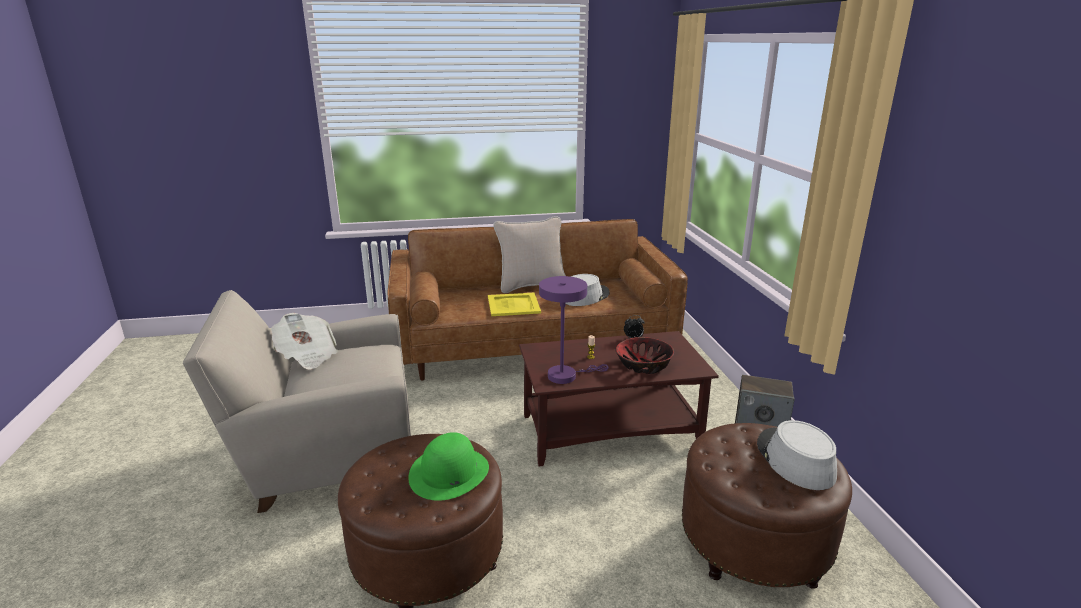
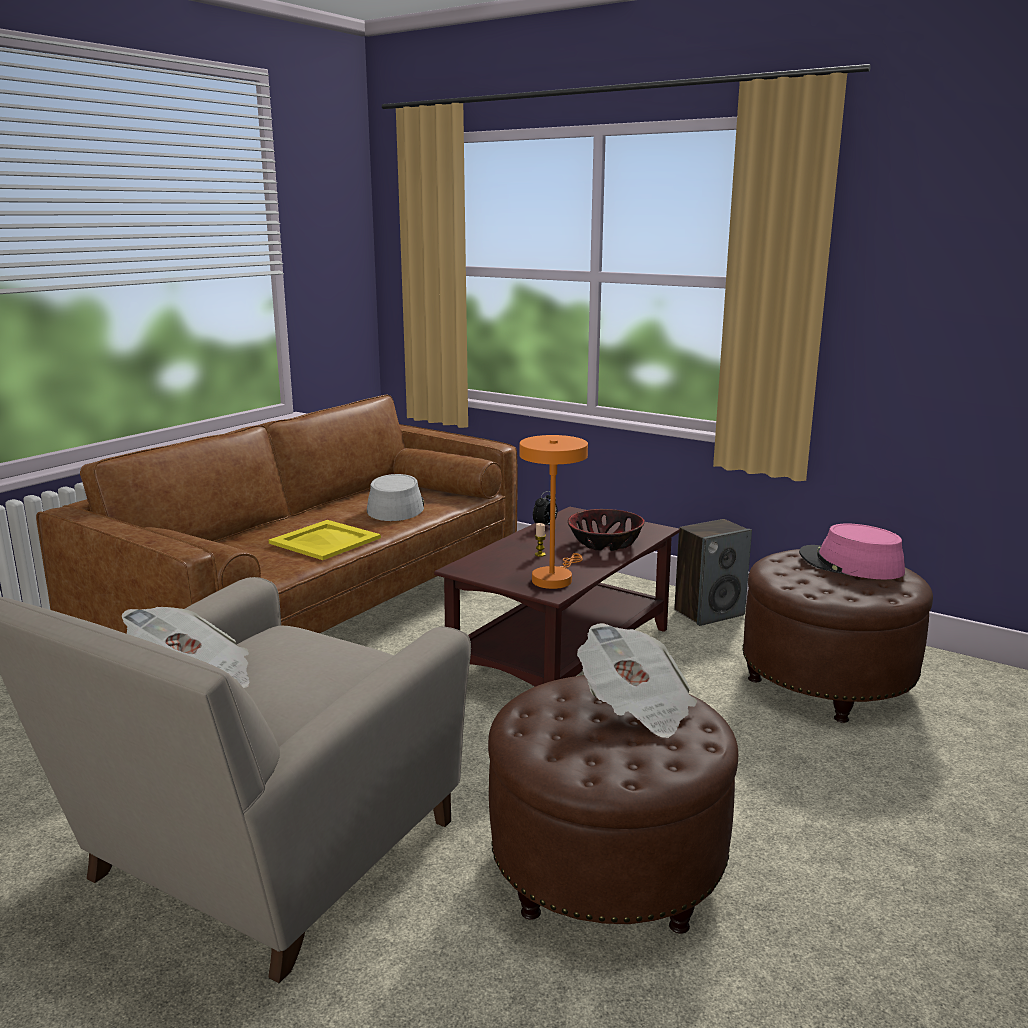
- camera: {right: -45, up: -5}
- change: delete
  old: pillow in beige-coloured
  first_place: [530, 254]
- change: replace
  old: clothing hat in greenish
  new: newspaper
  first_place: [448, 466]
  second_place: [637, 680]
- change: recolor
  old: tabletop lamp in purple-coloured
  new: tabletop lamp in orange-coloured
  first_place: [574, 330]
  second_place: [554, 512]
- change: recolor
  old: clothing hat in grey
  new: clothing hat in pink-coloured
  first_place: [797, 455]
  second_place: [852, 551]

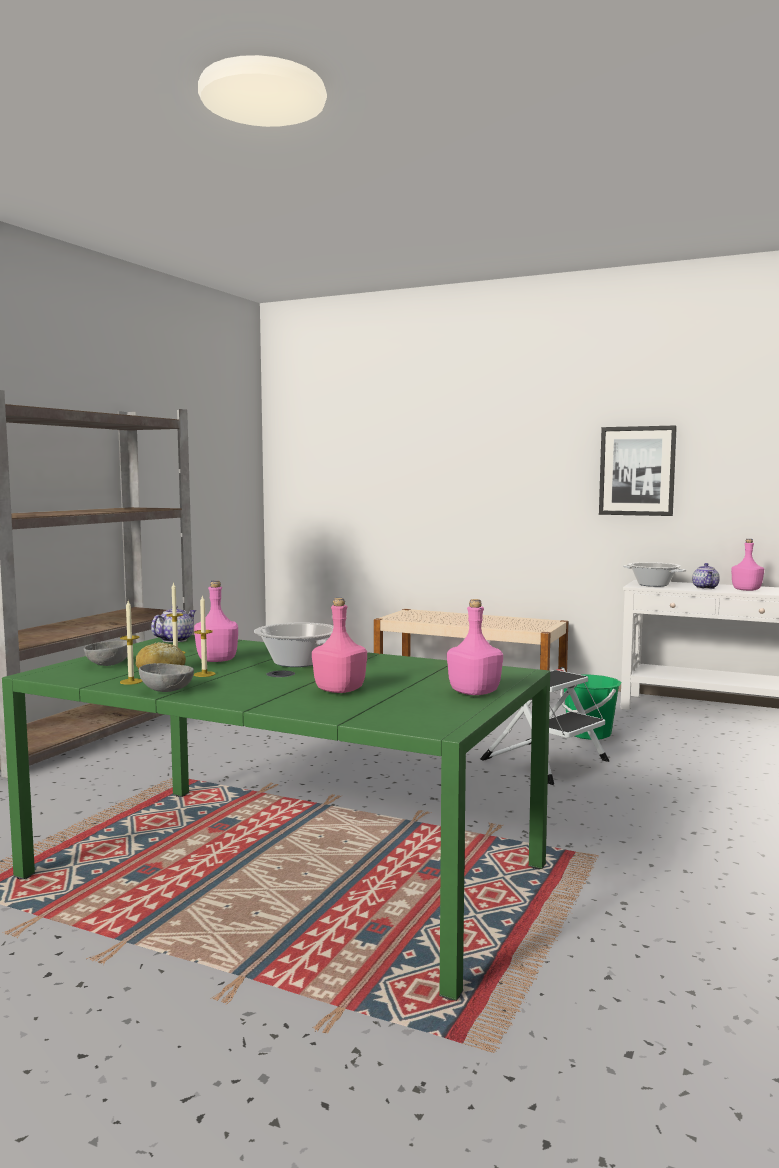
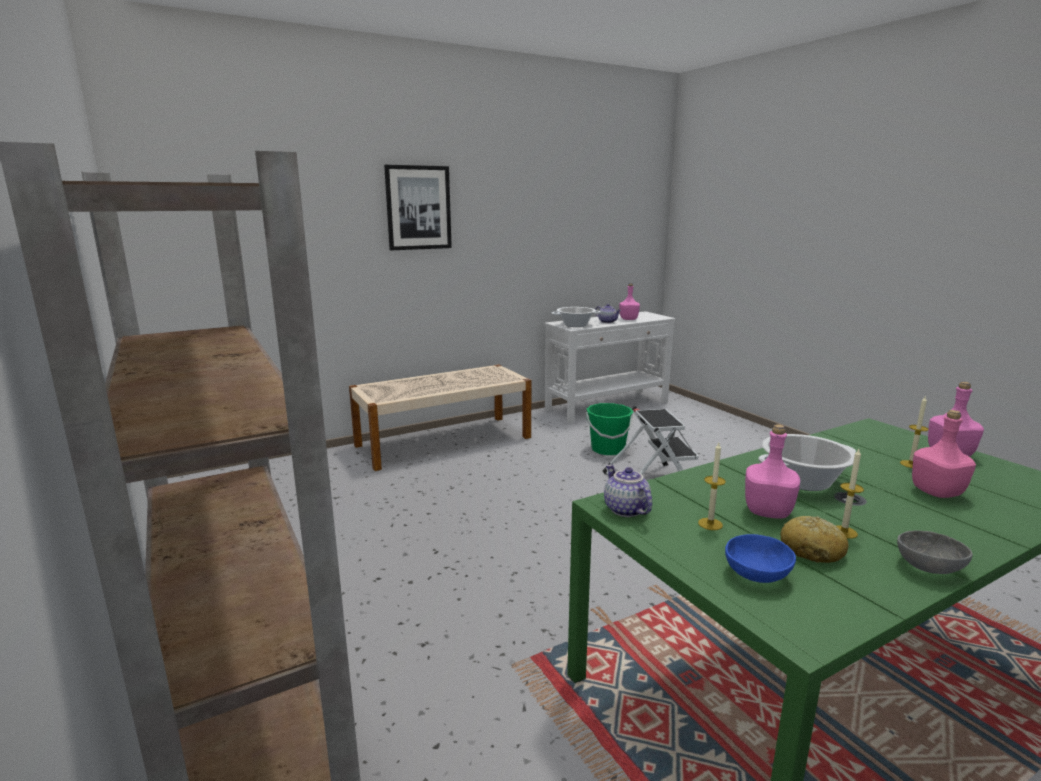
- camera: {right: -55, up: 10}
- change: move
  old: wax light
  first_place: [131, 643]
  second_place: [914, 432]
- change: move
  old: wall picture
  first_place: [638, 470]
  second_place: [418, 207]
- change: recolor
  old: serving bowl in grey
  new: serving bowl in bluish
  first_place: [106, 653]
  second_place: [760, 558]

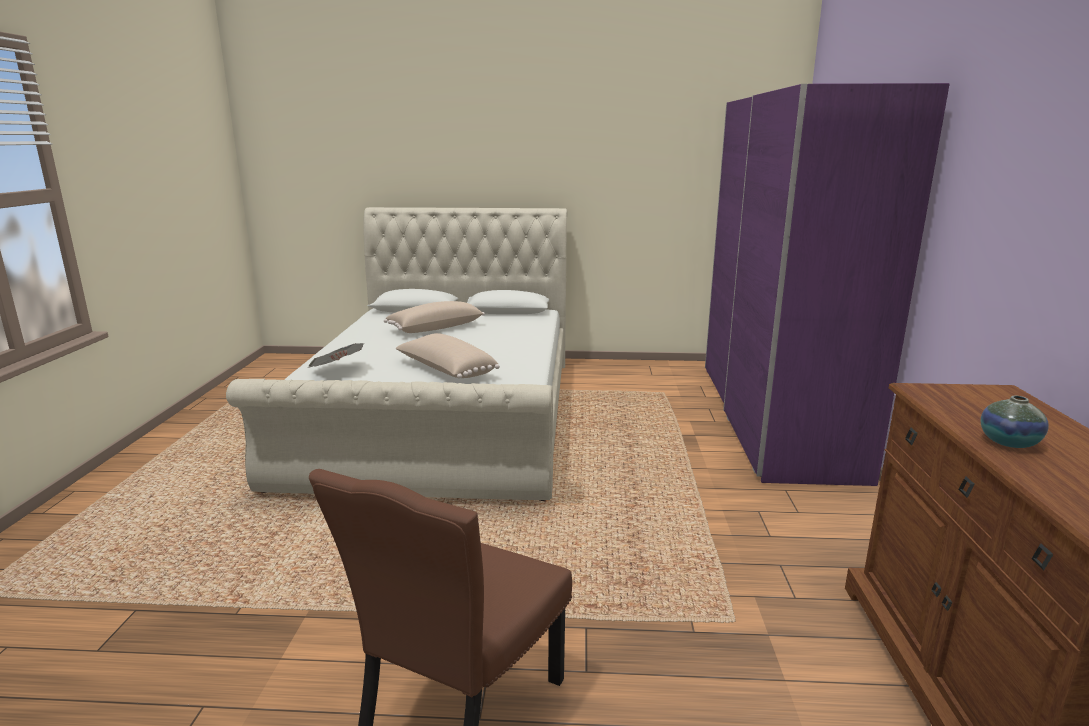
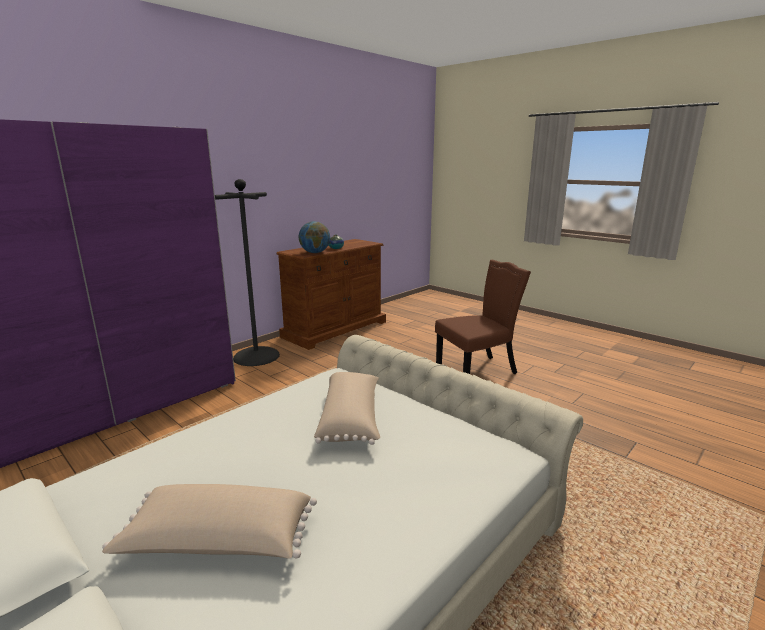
- camera: {right: -140, up: 0}
- change: delete
  old: newspaper
  first_place: [336, 355]
- change: insert
  new: clothes rack in black
  second_place: [247, 272]
- change: insert
  new: globe
  second_place: [314, 237]

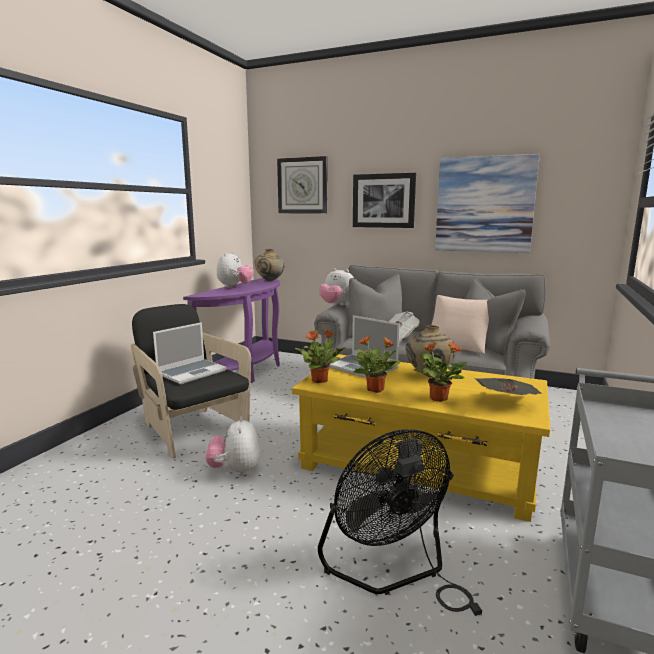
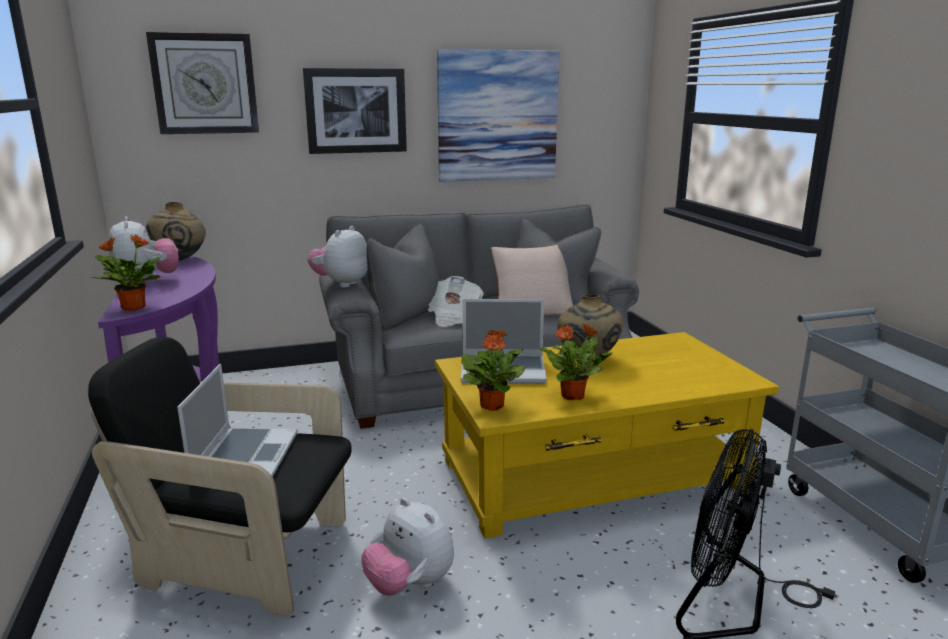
- camera: {right: -40, up: 5}
- change: delete
  old: newspaper
  first_place: [508, 386]
- change: move
  old: plant in a pot
  first_place: [441, 371]
  second_place: [126, 272]
- change: rotate
  old: cuddly toy
  first_place: [336, 287]
  second_place: [338, 257]
  degrees: 120

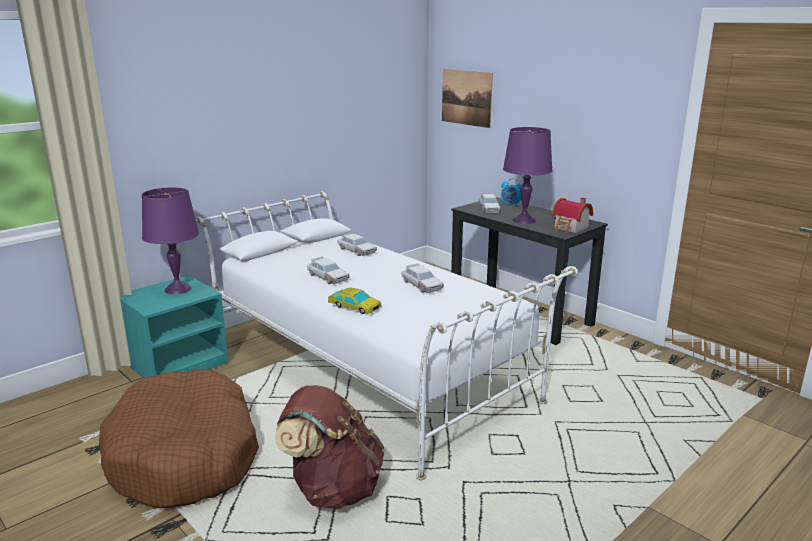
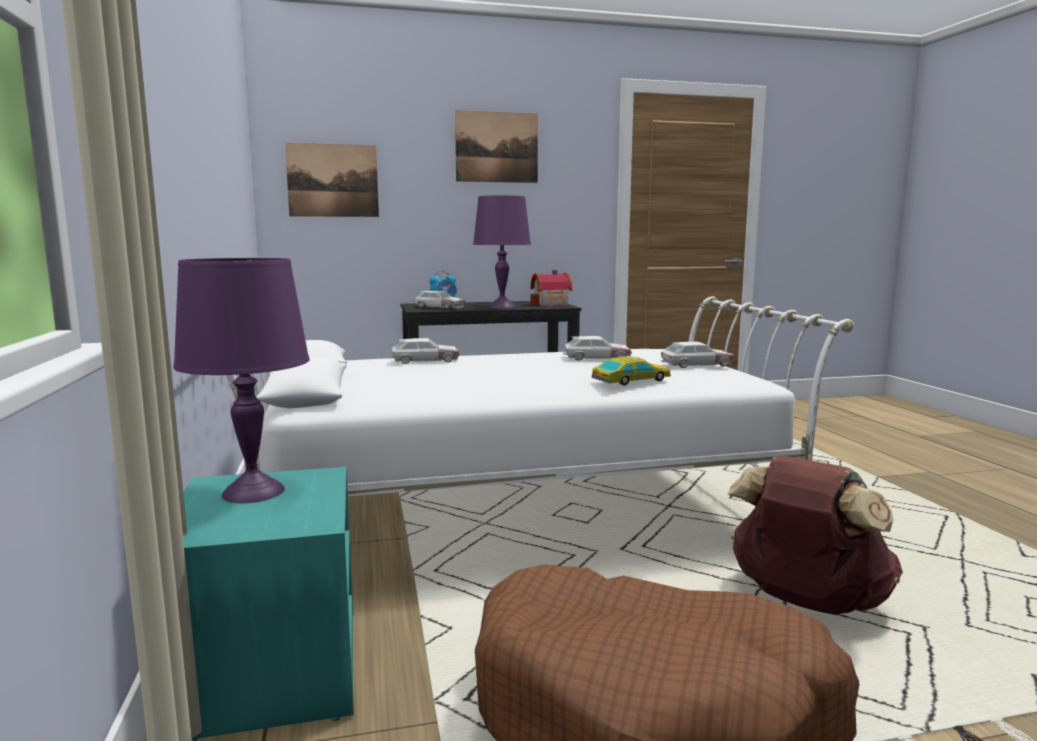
- camera: {right: -60, up: -10}
- change: insert
  new: wall picture
  second_place: [496, 146]
- change: move
  old: model car
  first_place: [328, 271]
  second_place: [698, 355]

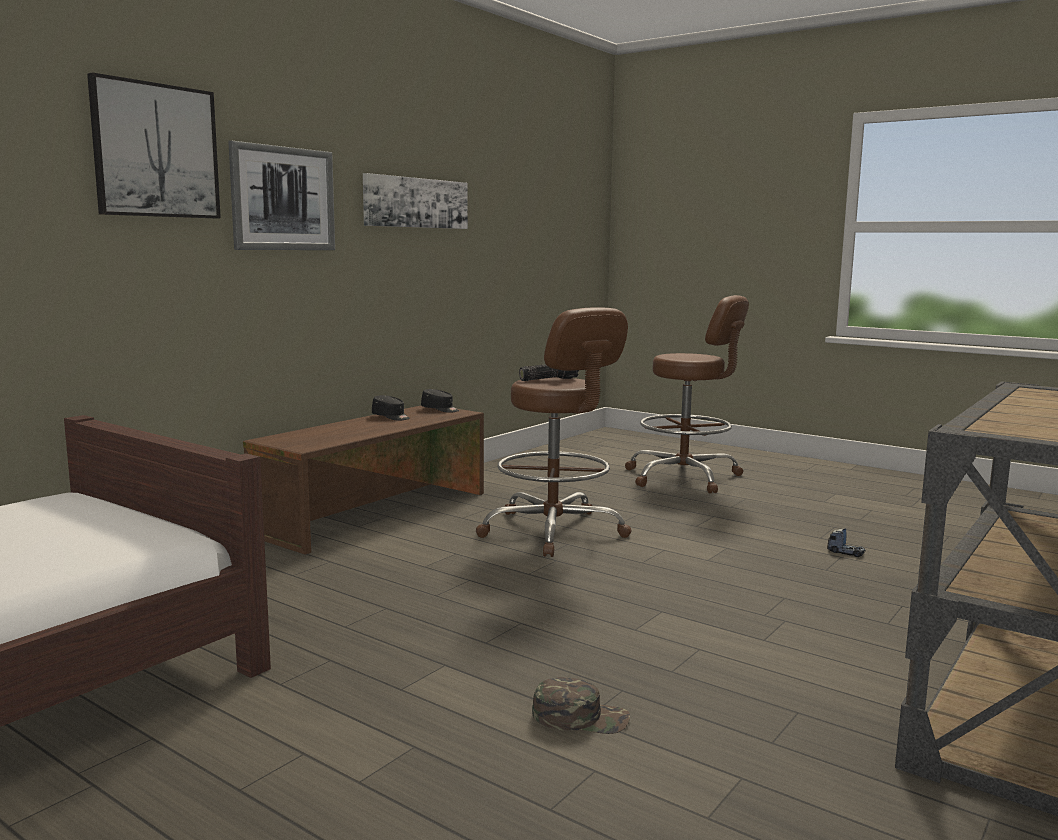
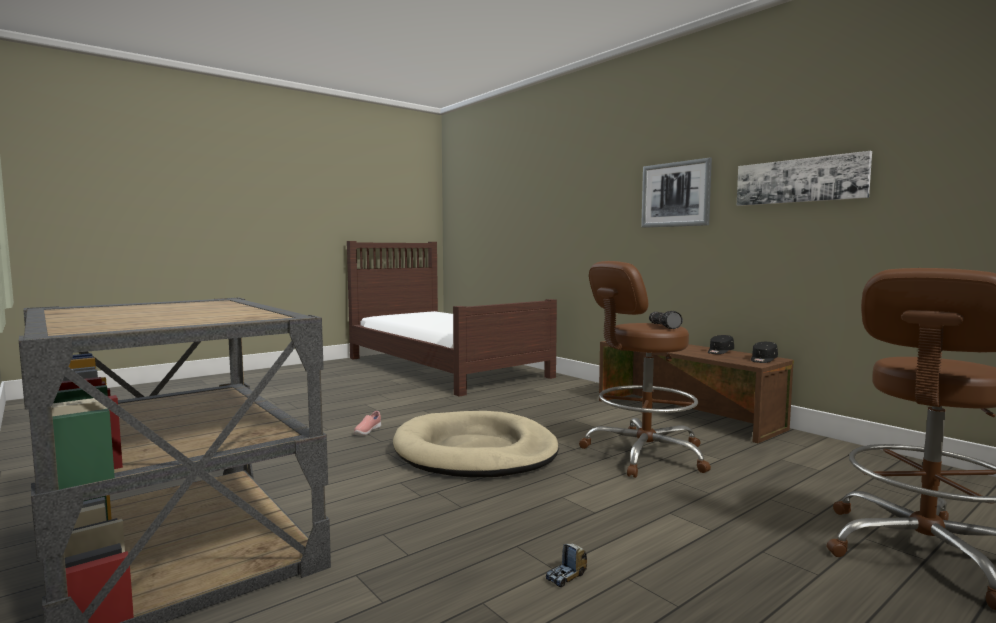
- camera: {right: 105, up: -5}
- change: delete
  old: wall picture
  first_place: [154, 145]
- change: insert
  new: pet bed in beige-coloured
  second_place: [476, 444]
- change: replace
  old: cap in greenish
  new: low shoe in pink-coloured
  first_place: [581, 705]
  second_place: [367, 423]

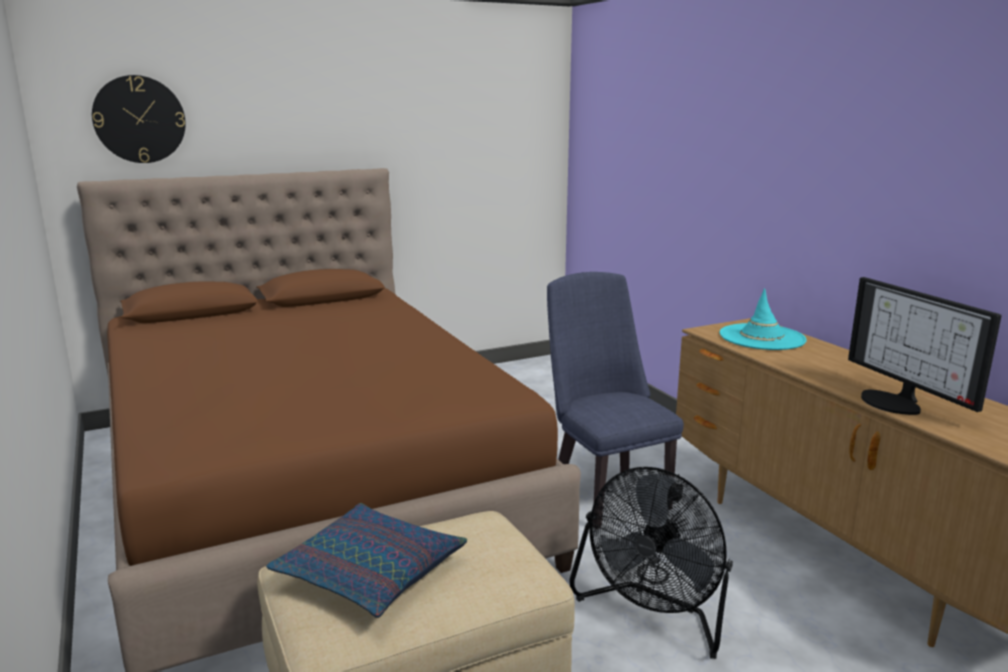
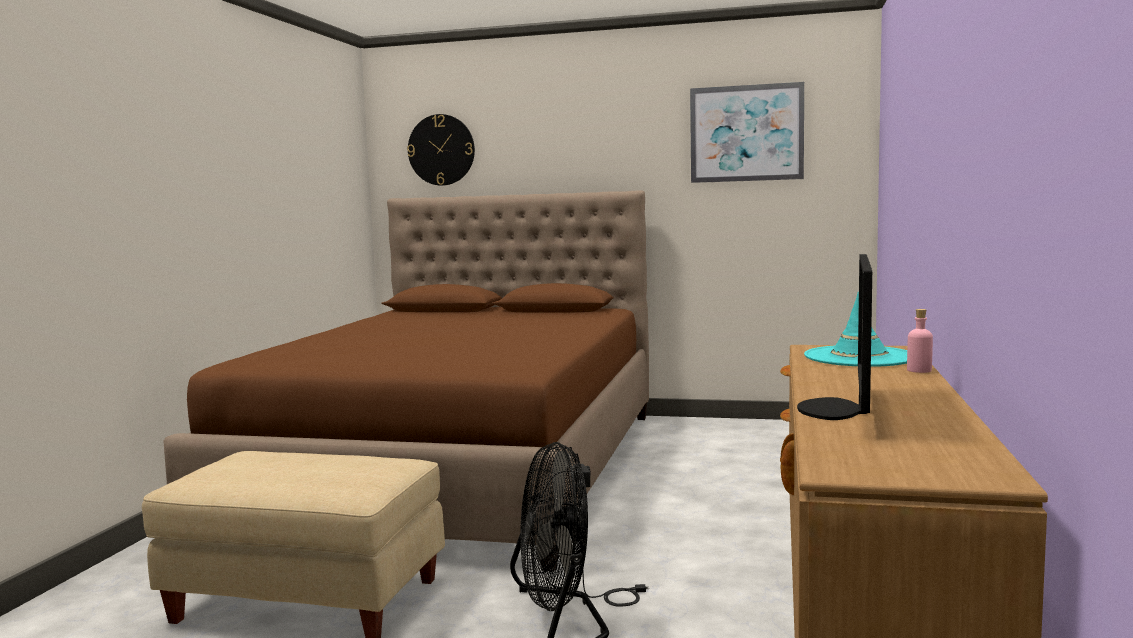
- camera: {right: 40, up: -10}
- change: delete
  old: pillow in bluish
  first_place: [366, 560]
- change: delete
  old: chair in bluish
  first_place: [615, 400]
- change: insert
  new: wall picture
  second_place: [747, 132]
- change: insert
  new: drink bottle in pink-coloured
  second_place: [920, 341]

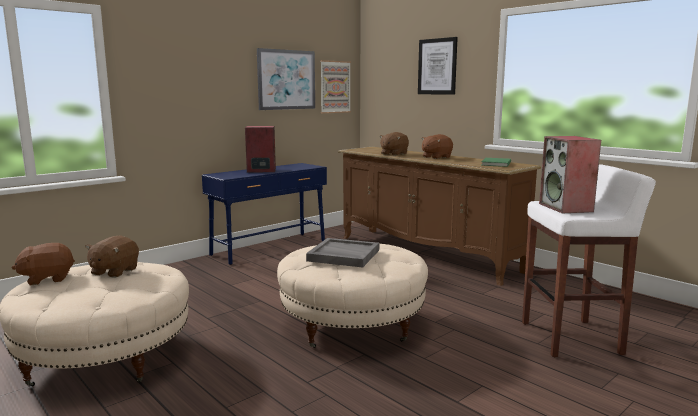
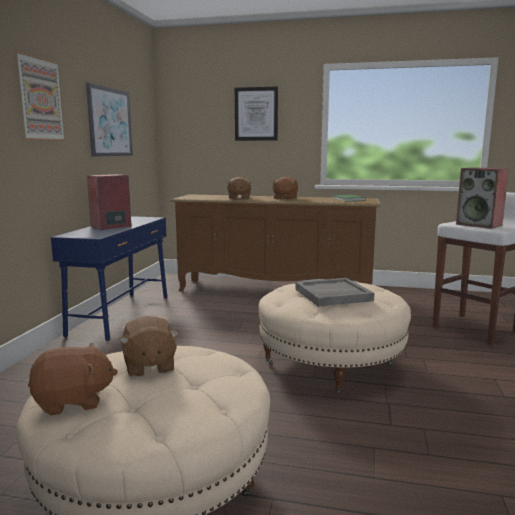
- camera: {right: -35, up: 0}
- change: move
  old: wall picture
  first_place: [335, 86]
  second_place: [40, 96]
- change: rotate
  old: cuddly toy in brown
  first_place: [43, 264]
  second_place: [73, 379]
  degrees: -135

